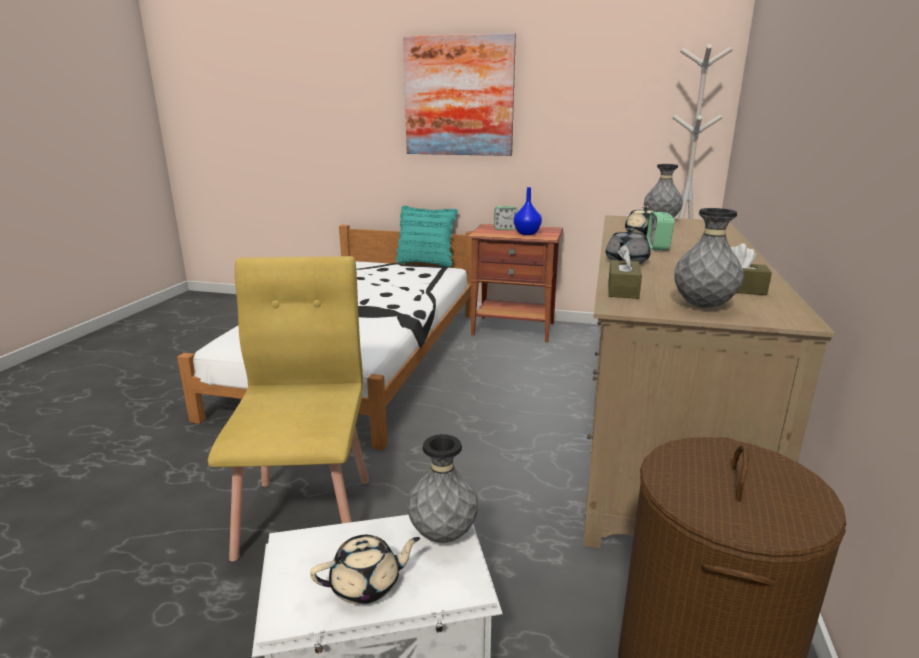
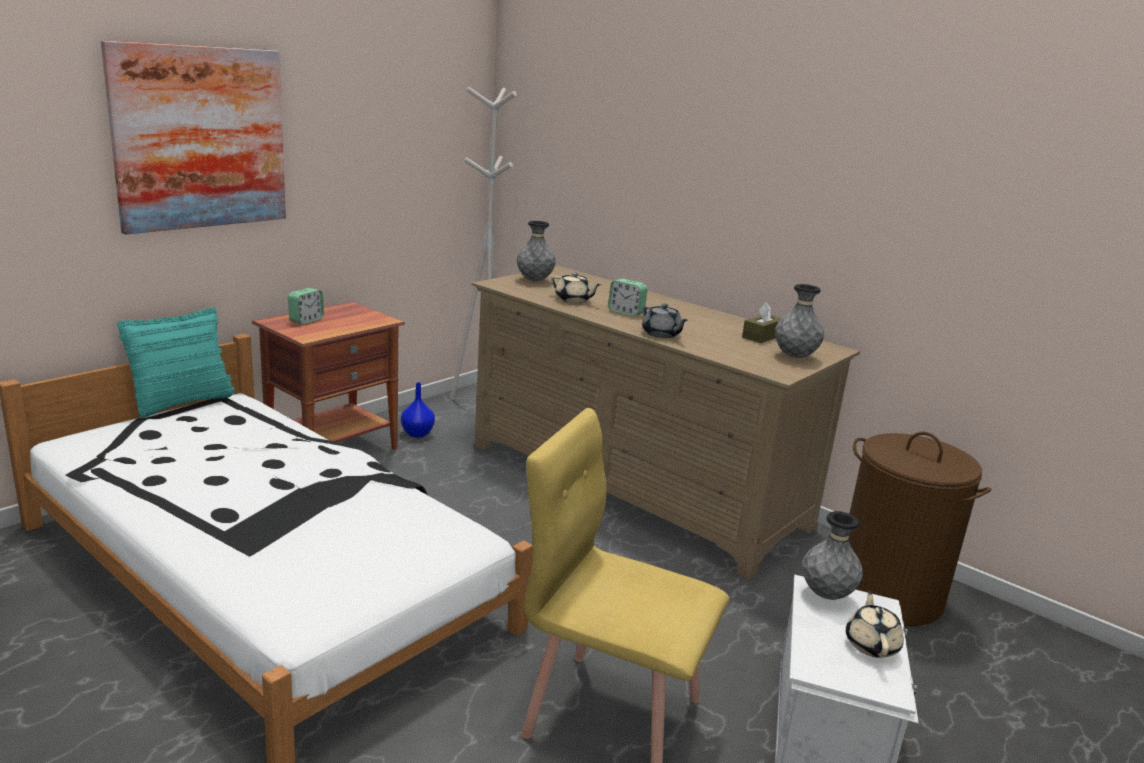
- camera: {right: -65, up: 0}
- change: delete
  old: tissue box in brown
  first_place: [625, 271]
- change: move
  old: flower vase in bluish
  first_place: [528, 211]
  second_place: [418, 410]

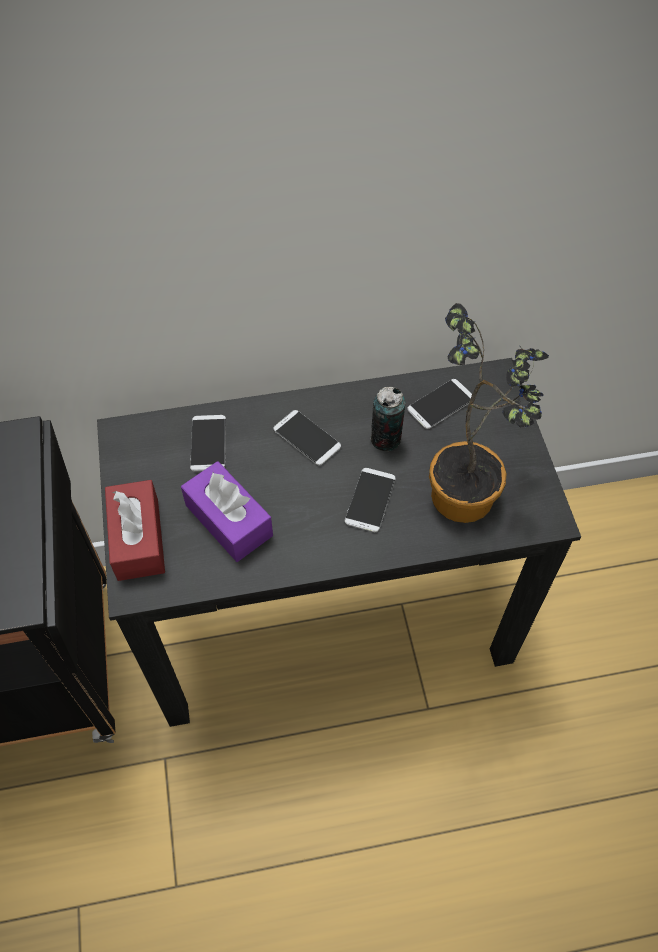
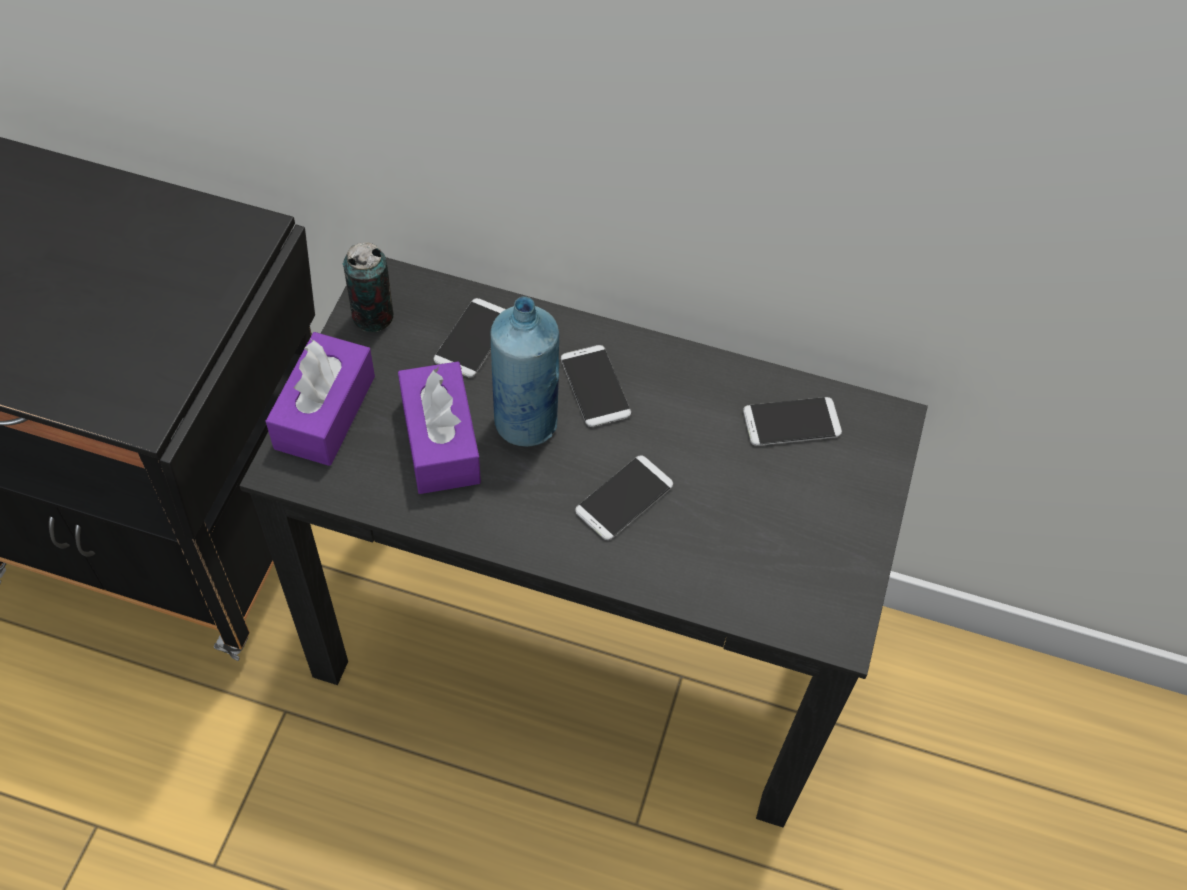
- camera: {right: 25, up: 0}
- change: delete
  old: plant in a pot
  first_place: [489, 413]
- change: insert
  new: drink bottle in bluish
  second_place: [524, 371]
- change: move
  old: sealed can
  first_place: [388, 419]
  second_place: [368, 287]
- change: recolor
  old: tissue box in red-coloured
  new: tissue box in purple-coloured
  first_place: [135, 530]
  second_place: [320, 399]

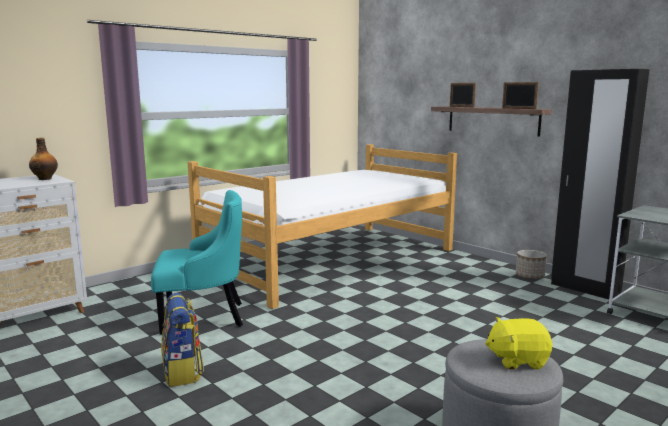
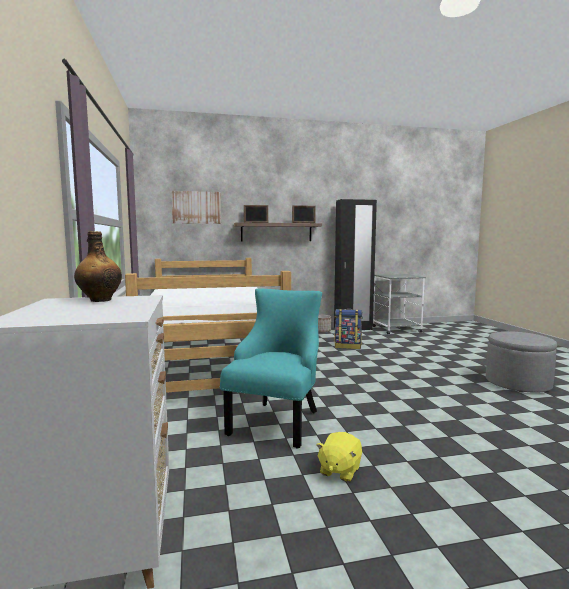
- camera: {right: -60, up: -5}
- change: insert
  new: wall picture
  second_place: [196, 207]
- change: move
  old: knapsack
  first_place: [182, 340]
  second_place: [349, 329]
- change: move
  old: cuddly toy in yellow
  first_place: [519, 343]
  second_place: [339, 457]

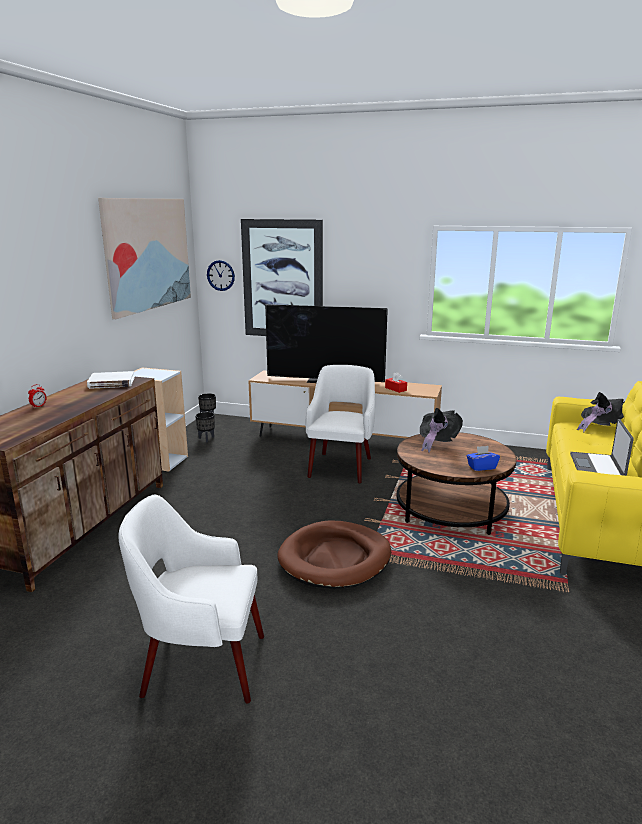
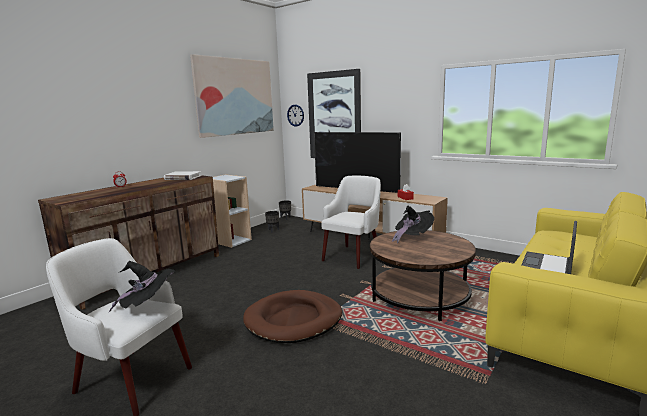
- camera: {right: 20, up: -5}
- change: delete
  old: tissue box in bluish
  first_place: [483, 458]
- change: move
  old: clothing hat in black
  first_place: [601, 412]
  second_place: [142, 286]

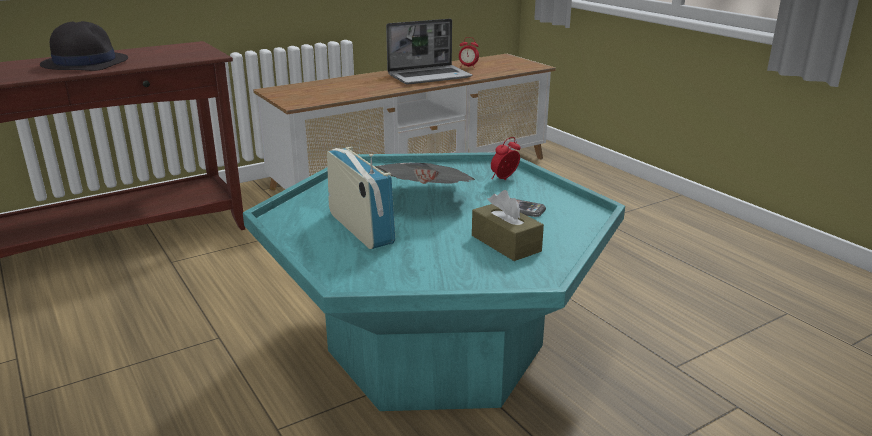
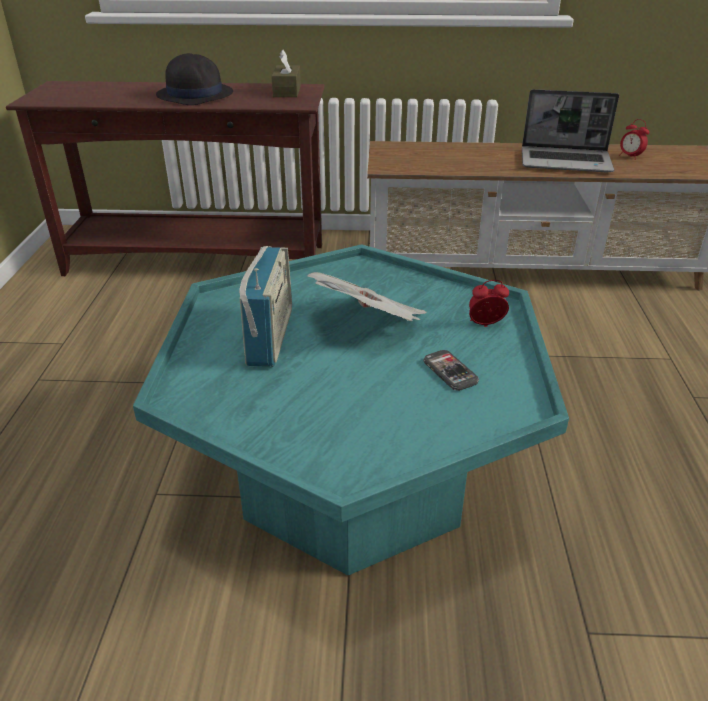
- camera: {right: 35, up: 10}
- change: move
  old: tissue box in brown
  first_place: [508, 225]
  second_place: [286, 73]

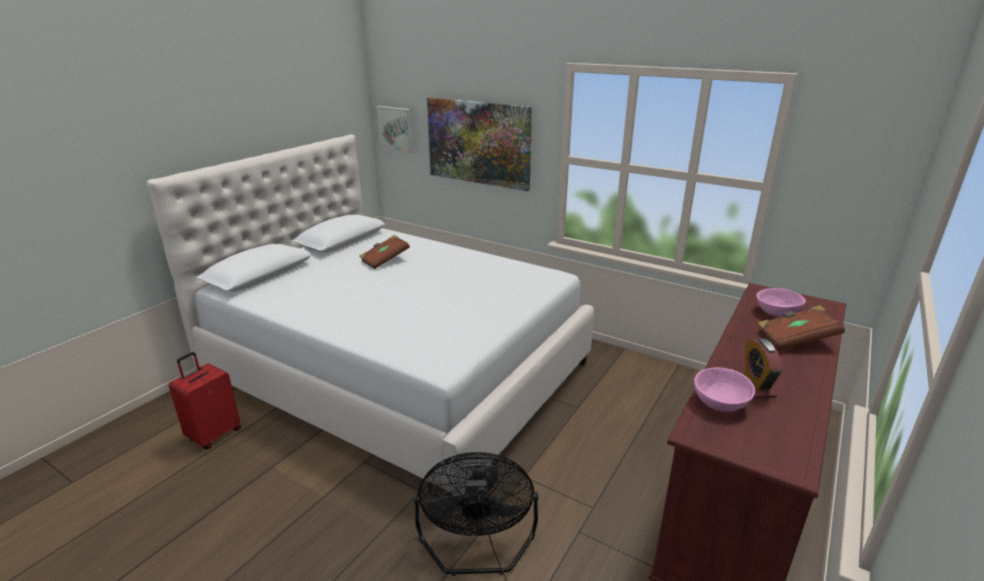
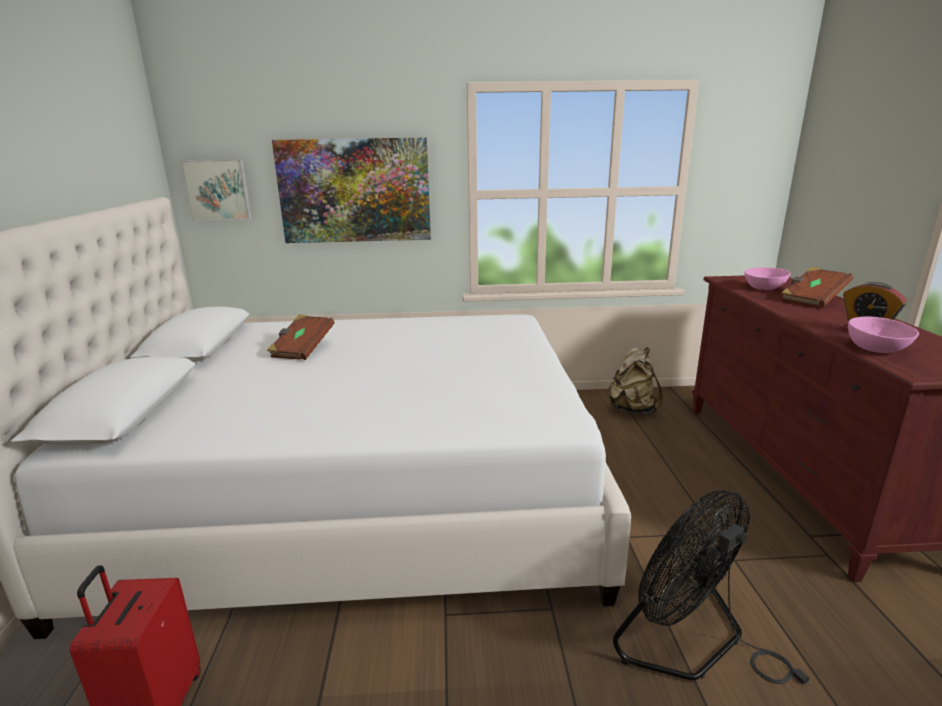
- camera: {right: -35, up: -5}
- change: insert
  new: knapsack in beige-coloured
  second_place: [635, 380]

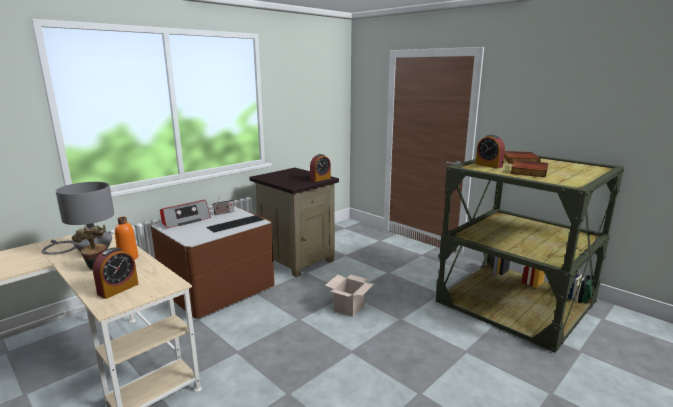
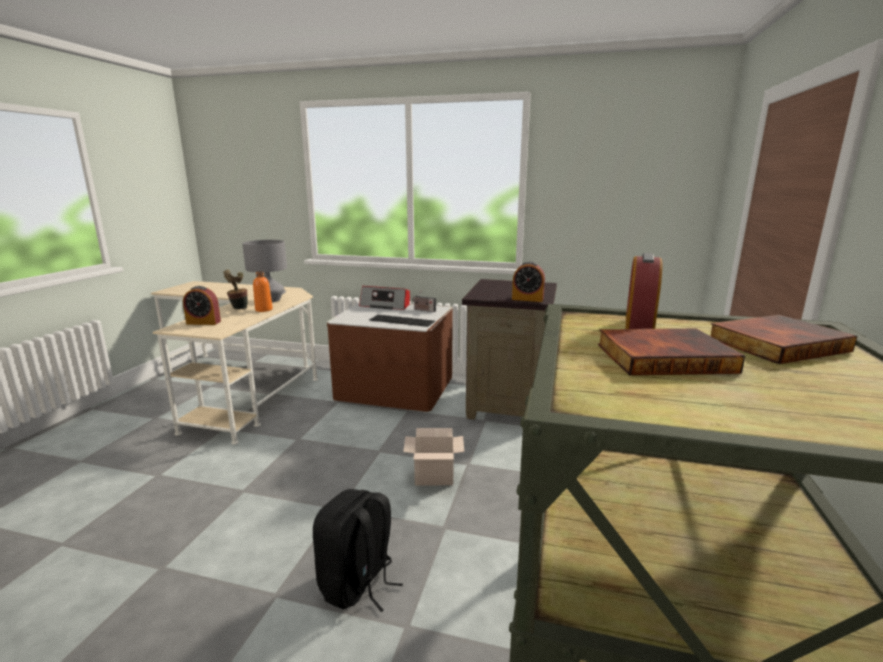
- camera: {right: 60, up: 0}
- change: insert
  new: knapsack in black
  second_place: [358, 550]

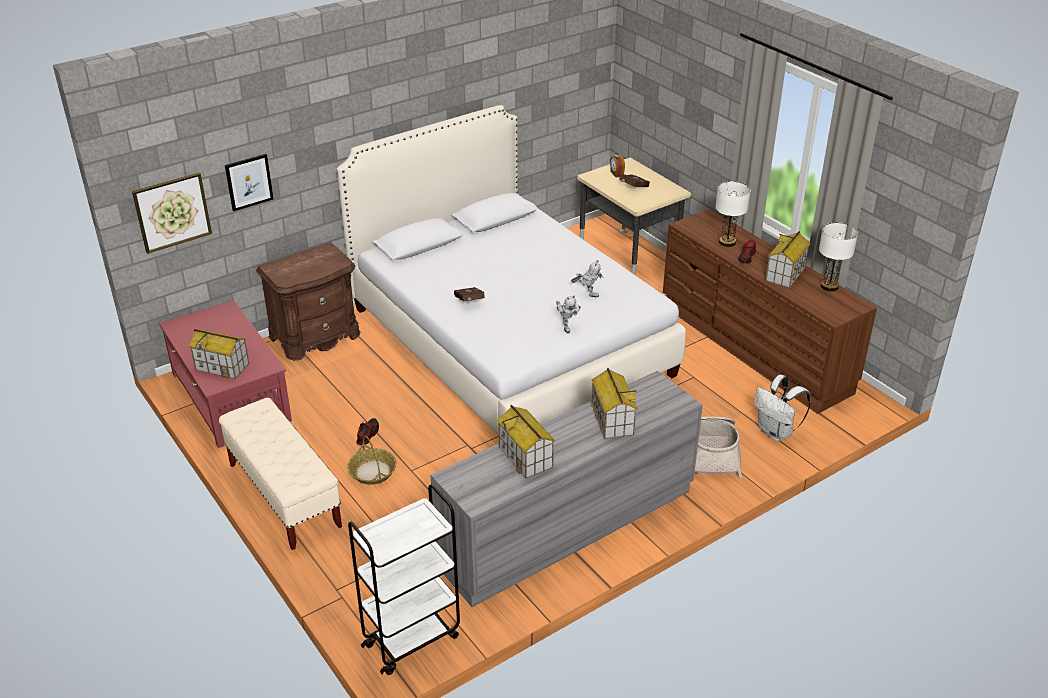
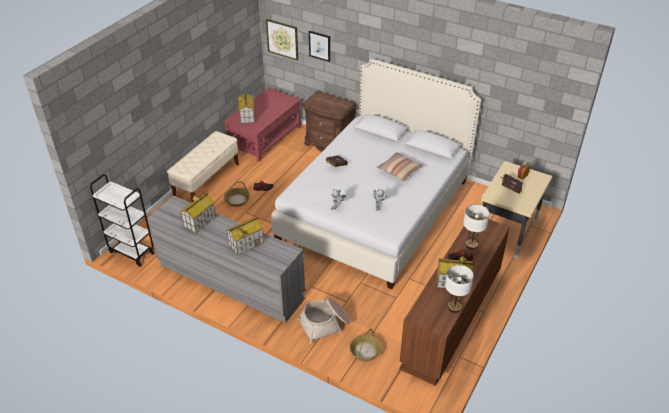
- camera: {right: 65, up: 5}
- change: insert
  new: pillow
  second_place: [400, 167]
- change: replace
  old: knapsack in white
  new: storage basket
  first_place: [782, 407]
  second_place: [365, 345]

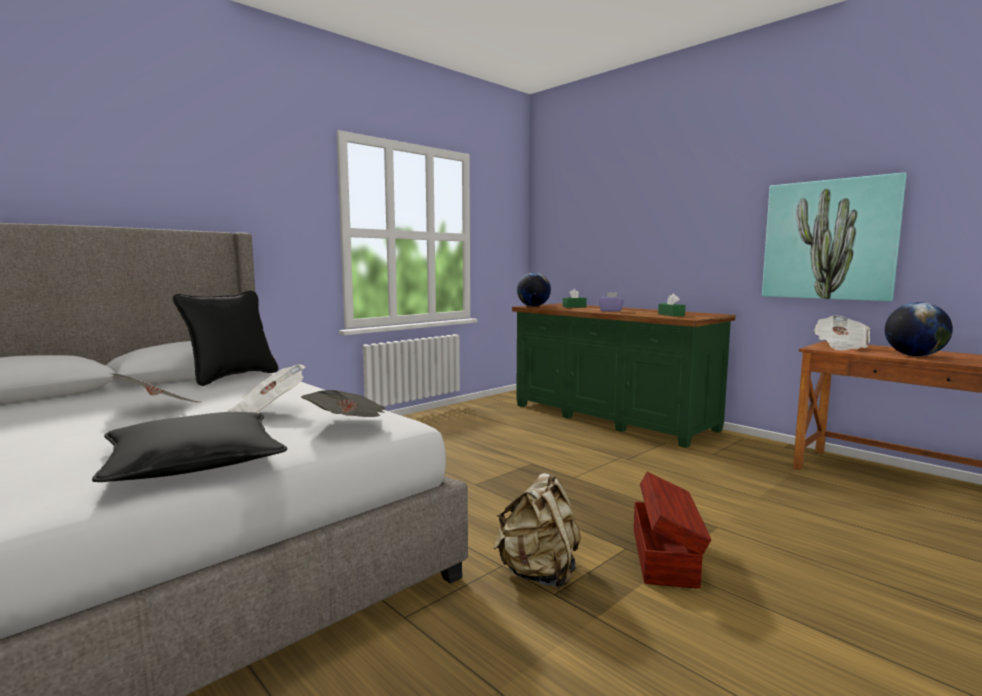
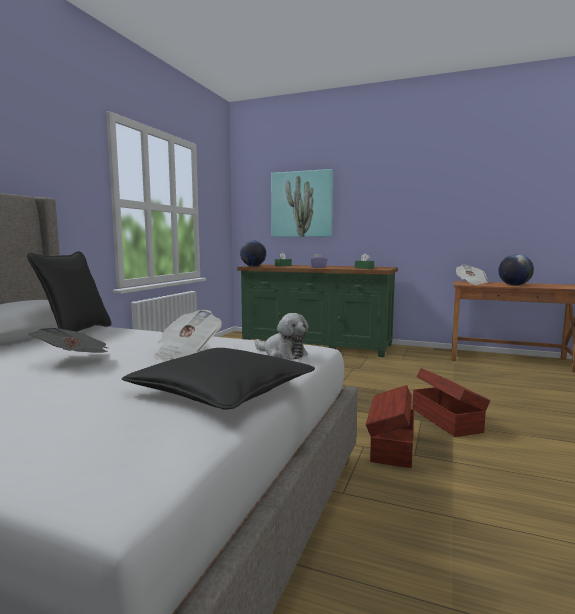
- camera: {right: -25, up: 0}
- change: move
  old: wall picture
  first_place: [834, 236]
  second_place: [302, 203]
- change: replace
  old: newspaper
  new: cuddly toy
  first_place: [343, 403]
  second_place: [282, 336]
- change: replace
  old: knapsack in beige-coloured
  new: storage container in brown
  first_place: [537, 531]
  second_place: [390, 426]

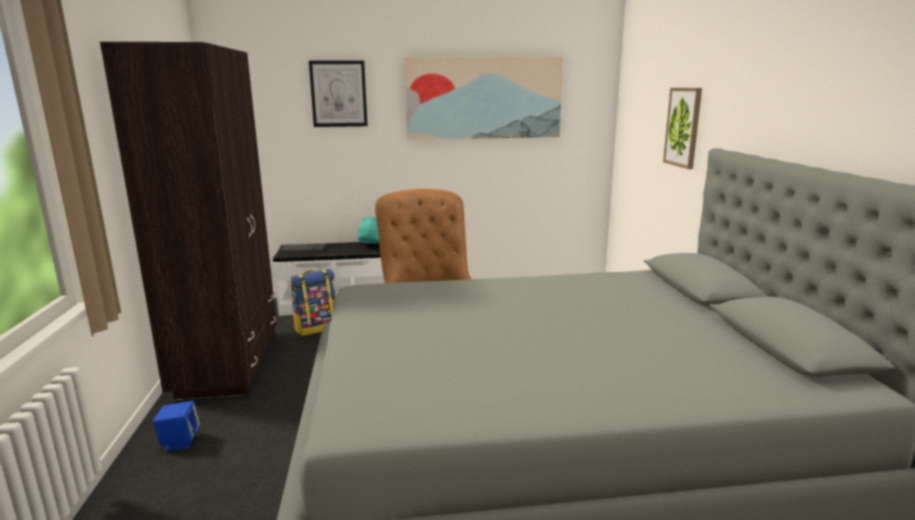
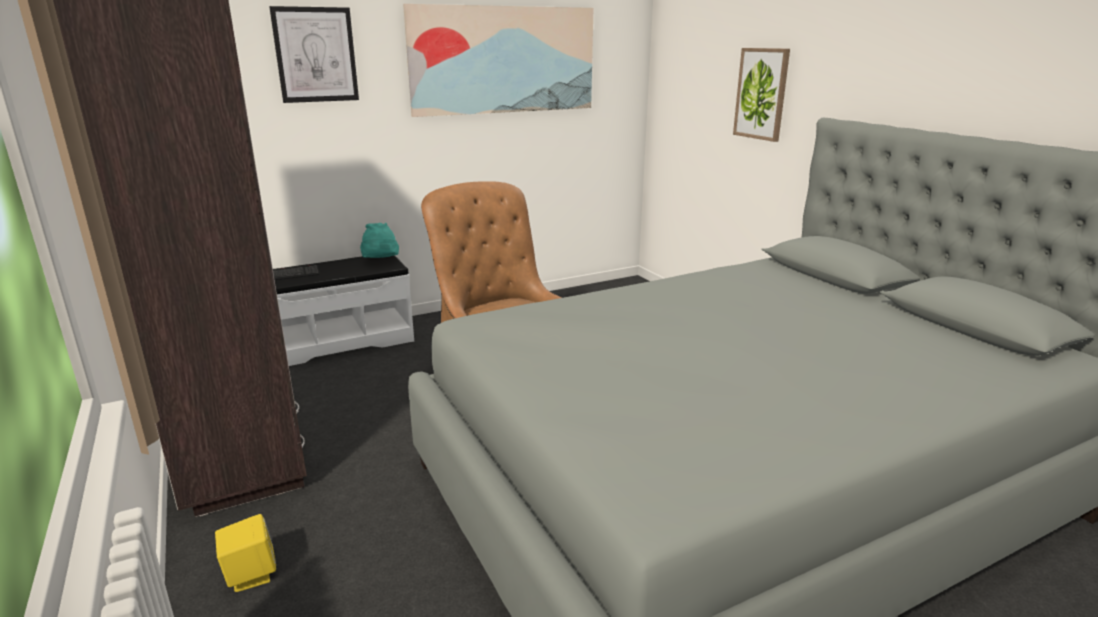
- camera: {right: -20, up: 5}
- change: delete
  old: knapsack
  first_place: [312, 302]
- change: recolor
  old: speaker in bluish
  new: speaker in yellow
  first_place: [176, 425]
  second_place: [245, 553]

